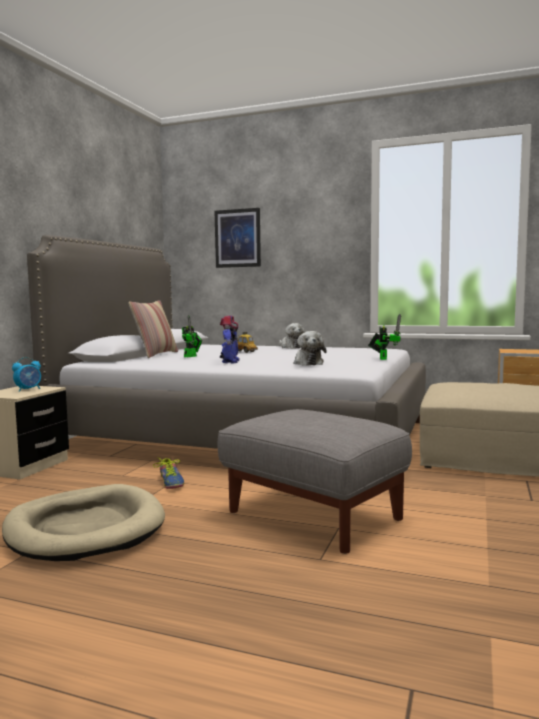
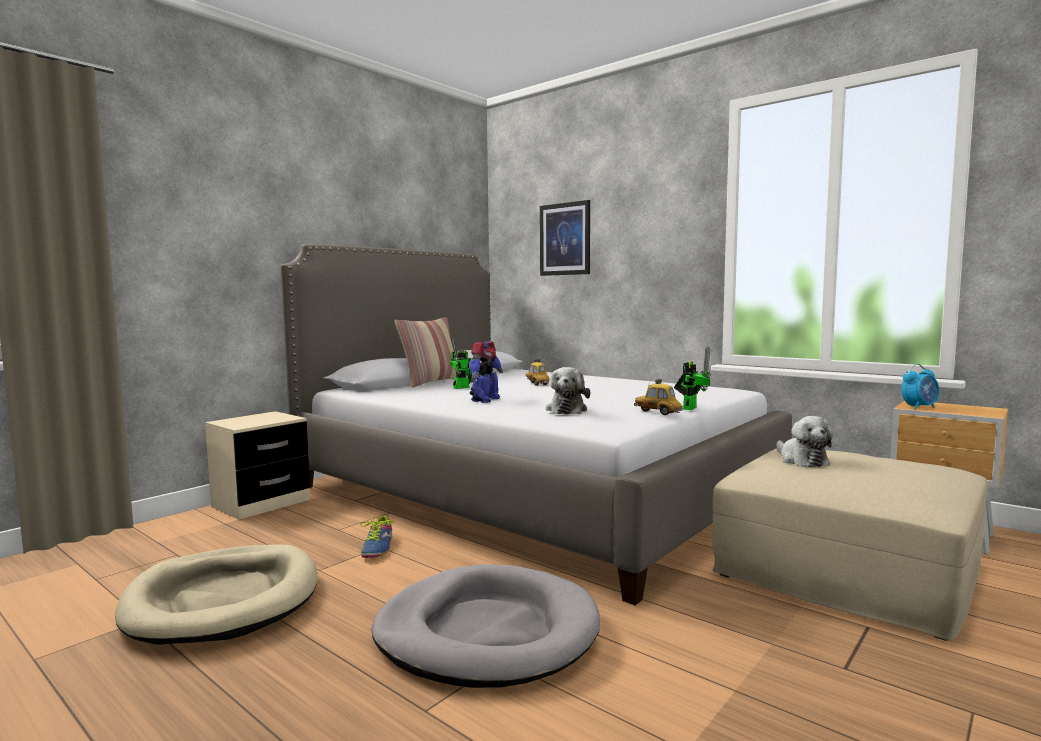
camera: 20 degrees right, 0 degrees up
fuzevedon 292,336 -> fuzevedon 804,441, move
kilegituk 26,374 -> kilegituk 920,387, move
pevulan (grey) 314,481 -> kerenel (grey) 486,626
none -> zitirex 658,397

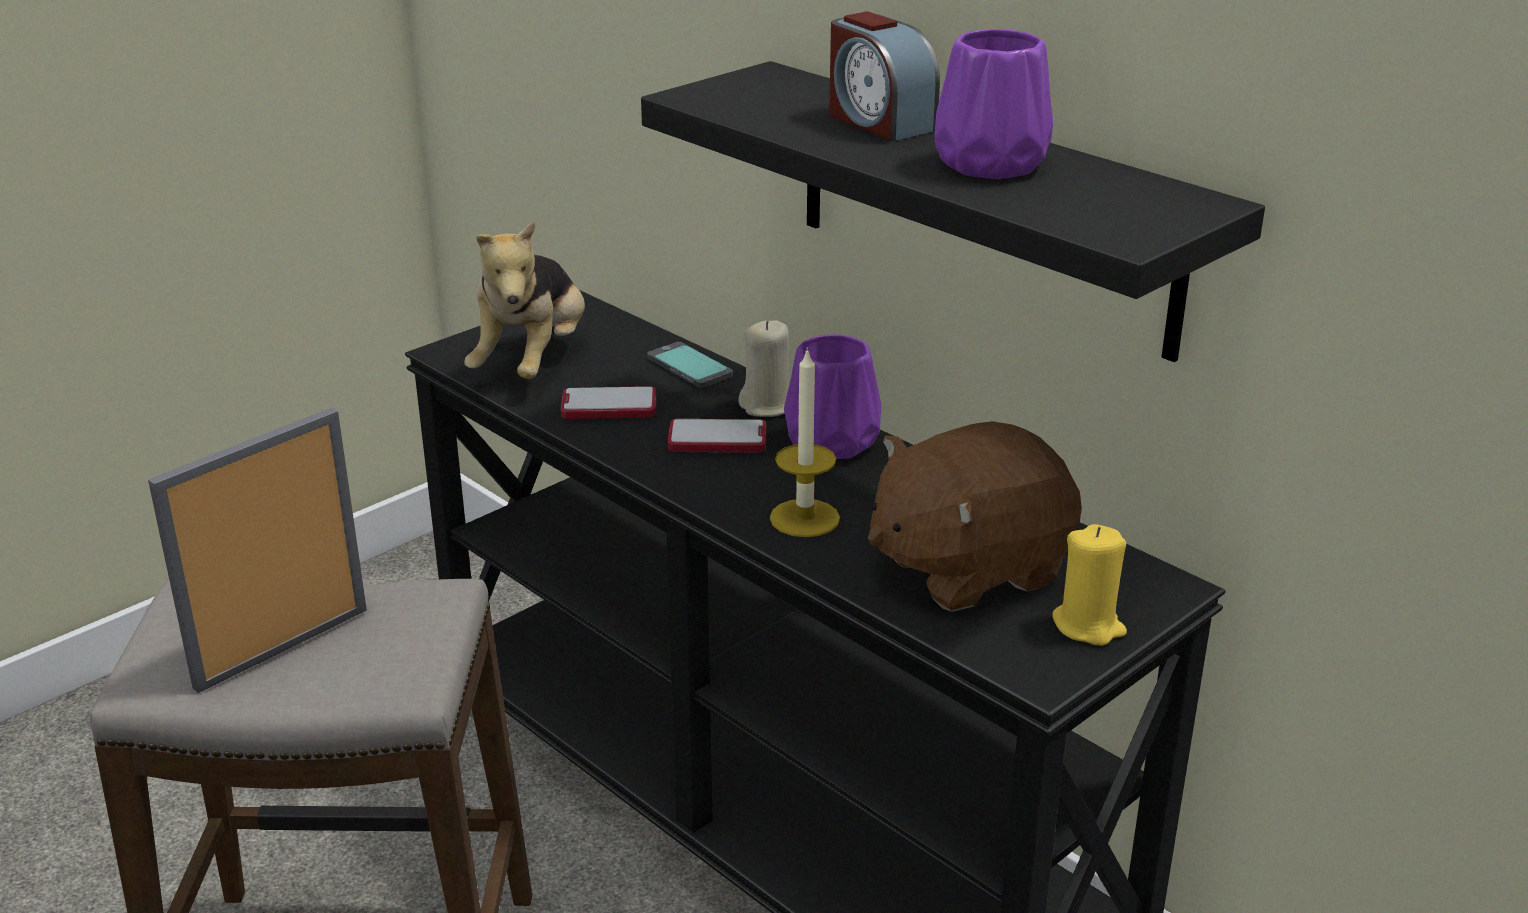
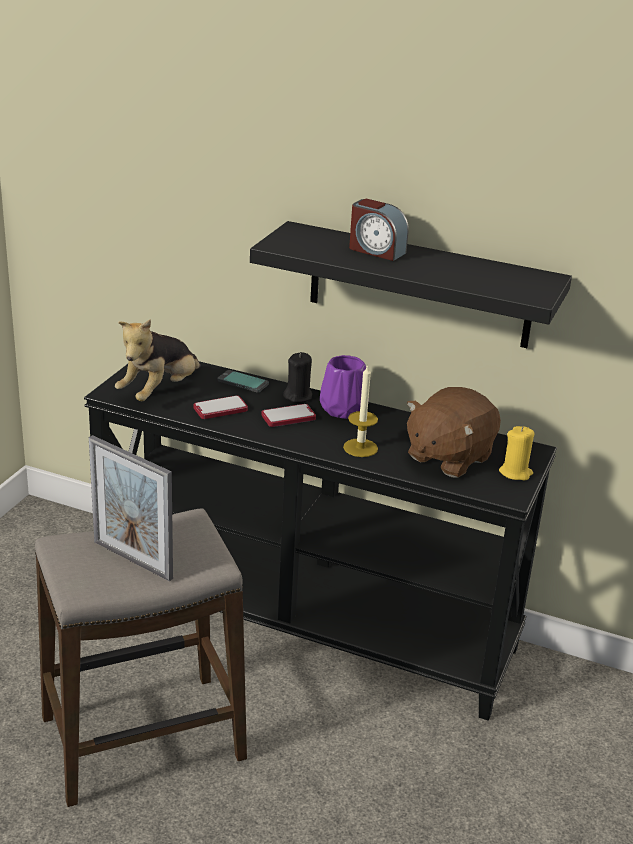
camera: 25 degrees left, 0 degrees up
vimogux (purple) 994,104 -> none
fuzevedon 524,299 -> fuzevedon 158,360, 45 degrees clockwise
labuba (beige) 763,368 -> labuba (black) 297,377
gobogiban 257,550 -> gobogiban 131,508, 75 degrees counterclockwise

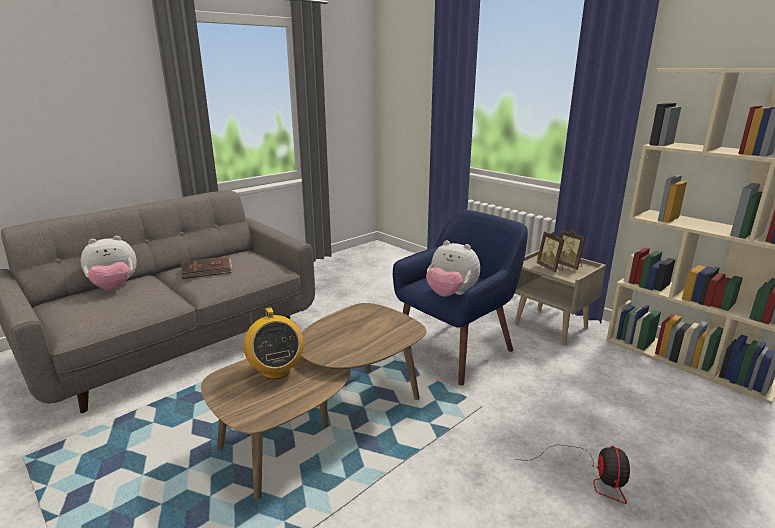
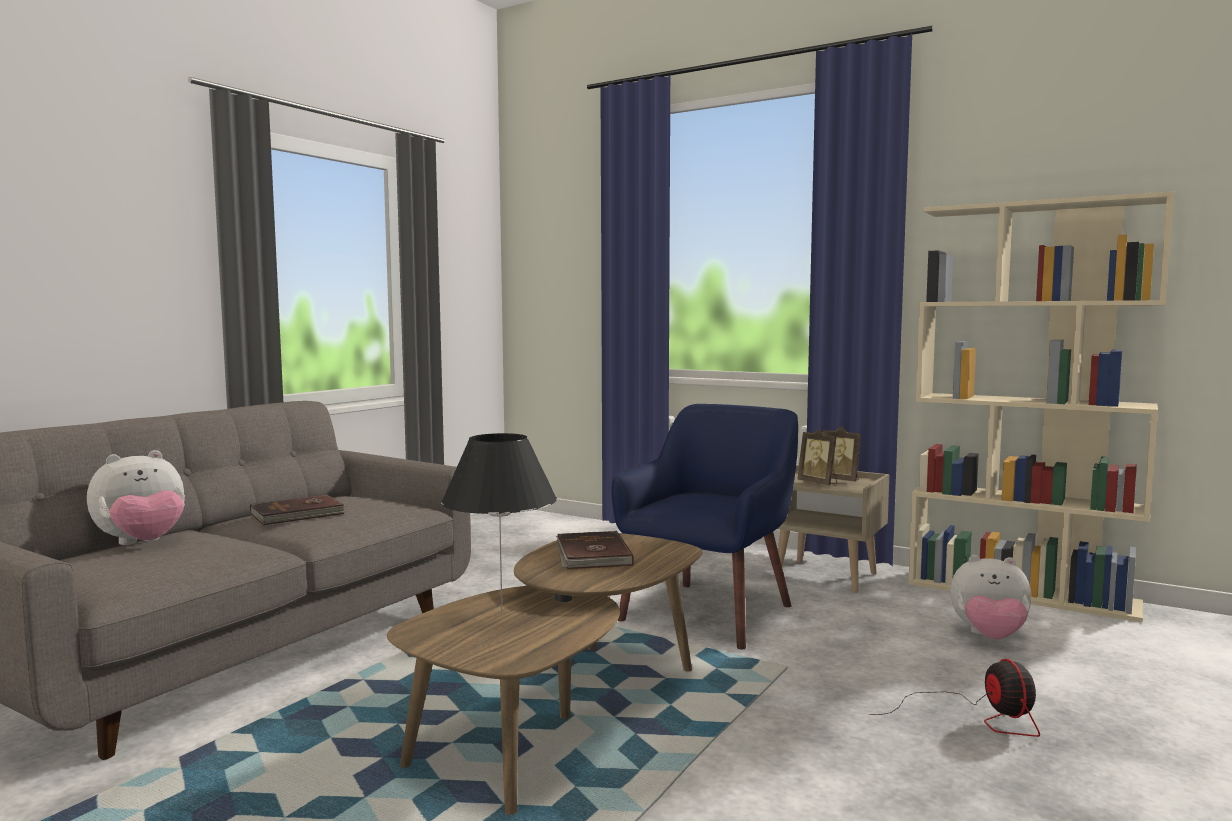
camera: 15 degrees left, 15 degrees down
fuzevedon 453,268 -> fuzevedon 990,597, move
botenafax 273,343 -> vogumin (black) 499,523
none -> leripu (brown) 595,550

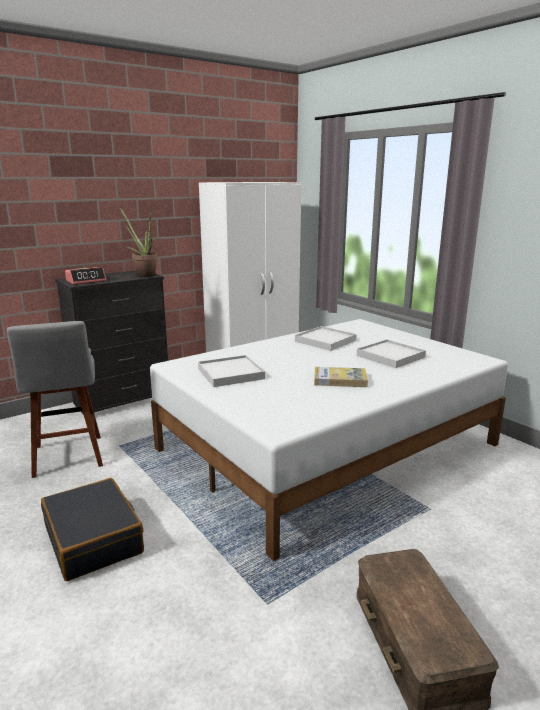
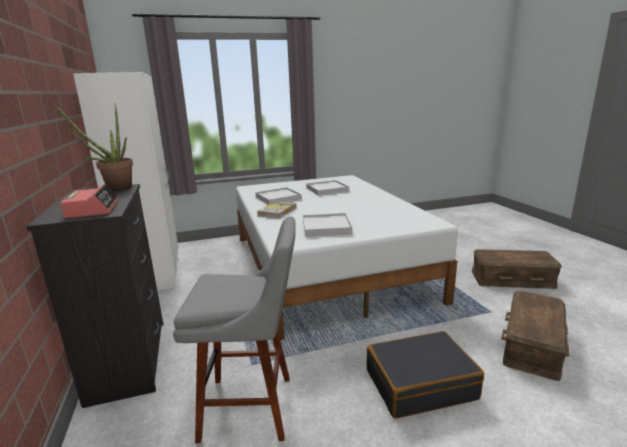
camera: 70 degrees left, 0 degrees up
leripu 341,377 -> leripu 277,210, move
none -> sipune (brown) 535,336

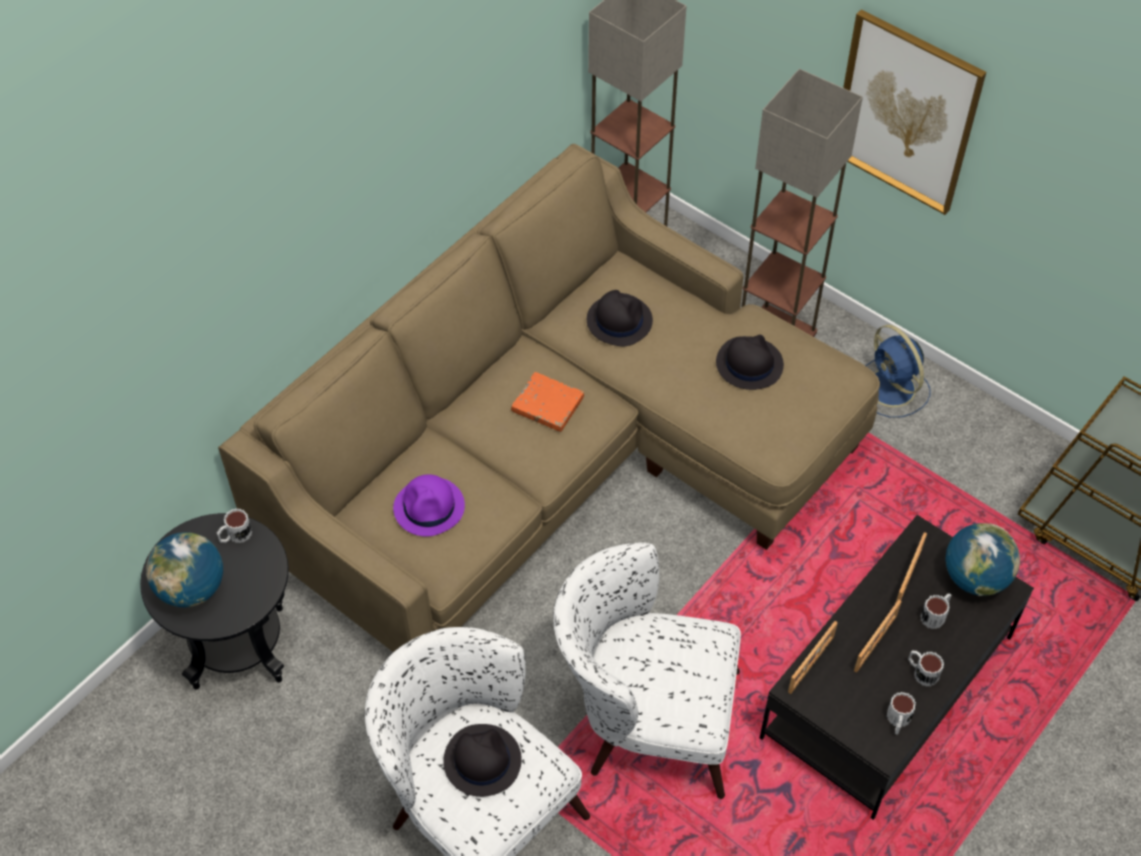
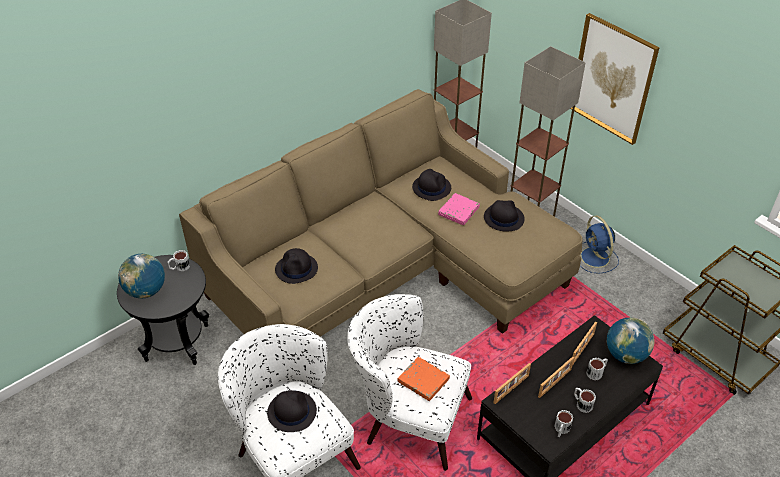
camera: 10 degrees right, 10 degrees down
leripu (orange) 547,402 -> leripu (orange) 423,379, move
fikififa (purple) 429,505 -> fikififa (black) 296,266
none -> leripu (pink) 459,209

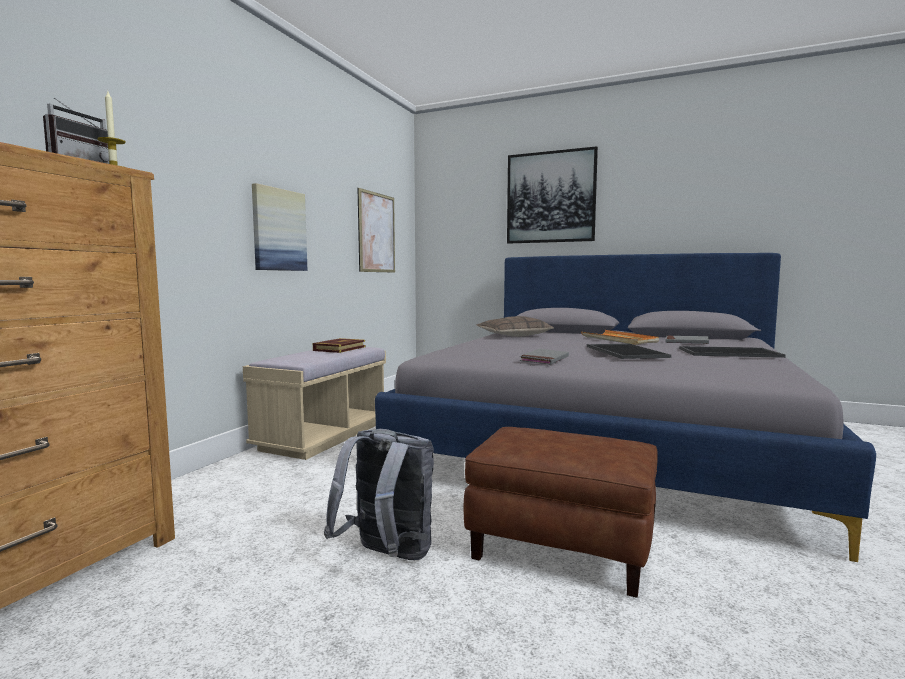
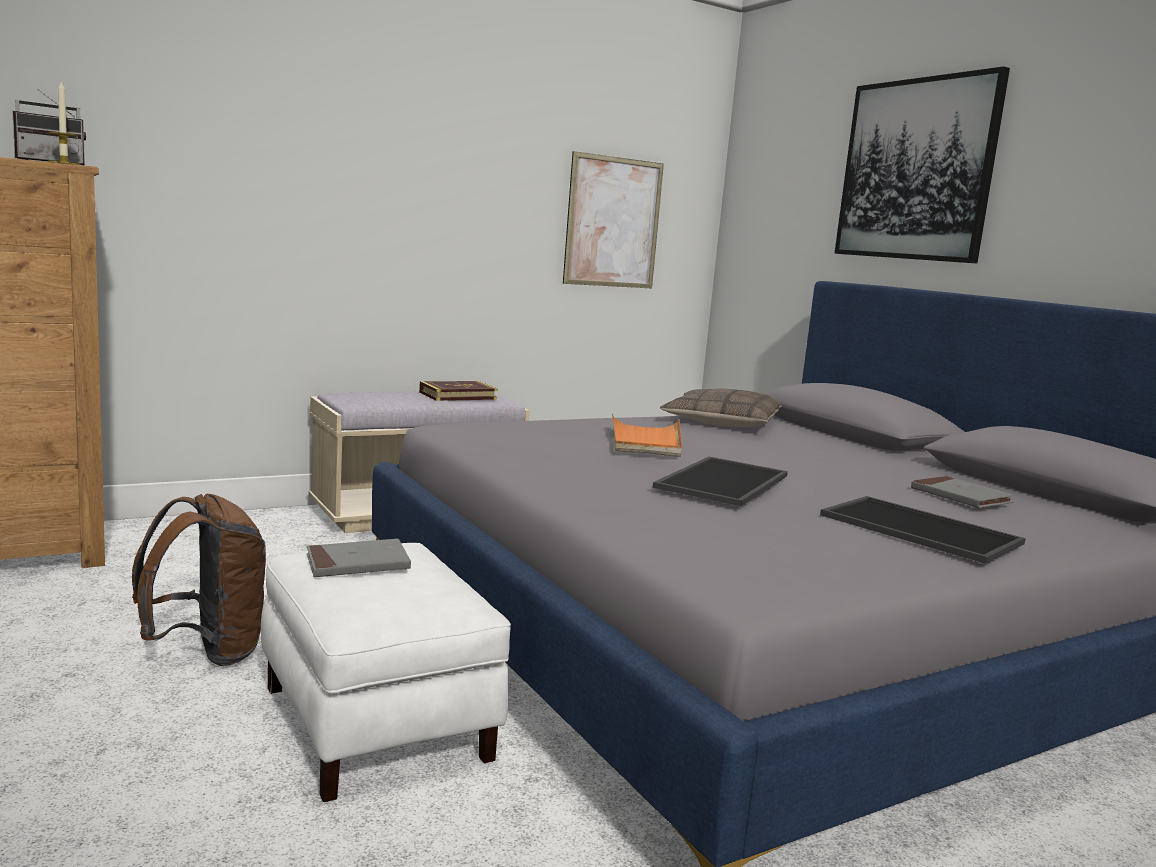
camera: 35 degrees right, 5 degrees up
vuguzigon 279,227 -> none
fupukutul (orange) 620,337 -> fupukutul (orange) 647,435, move
leripu (grey) 544,357 -> leripu (grey) 359,558, move
pevulan (brown) 561,512 -> pevulan (white) 386,672
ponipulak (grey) 379,494 -> ponipulak (brown) 199,580

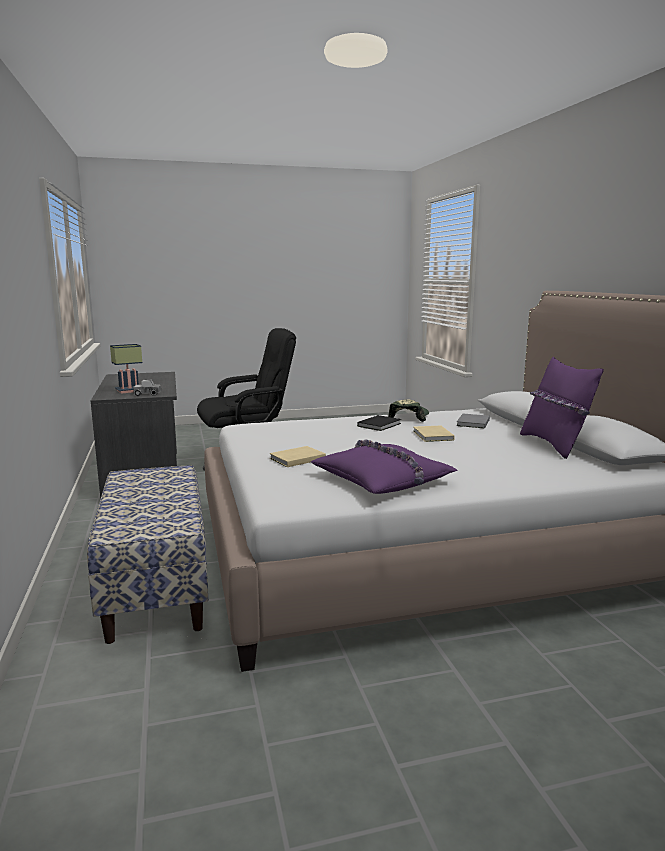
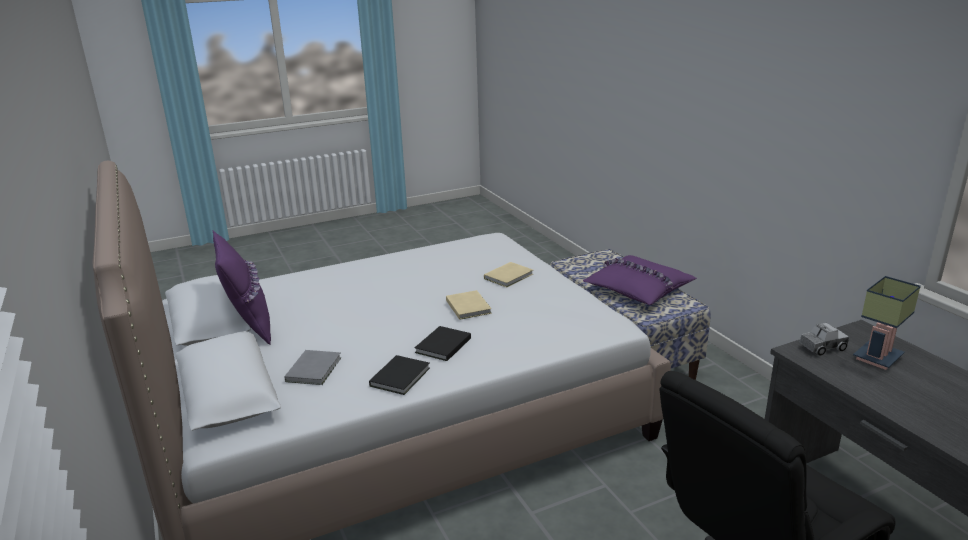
camera: 170 degrees right, 10 degrees up
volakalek 408,410 -> leripu (black) 399,375
leripu (beige) 434,434 -> leripu (beige) 469,305, move
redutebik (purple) 384,466 -> redutebik (purple) 640,280, move

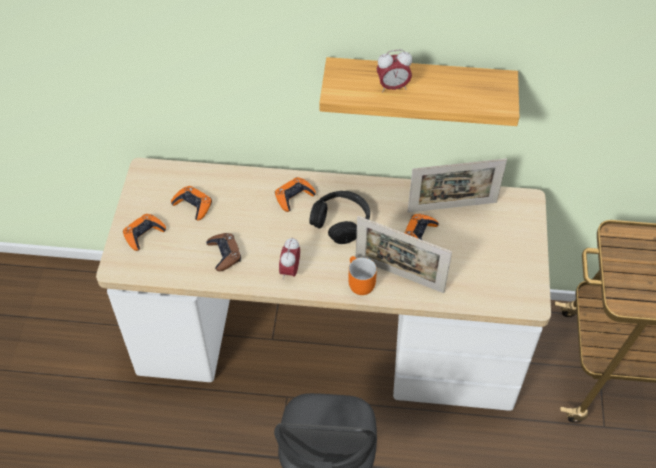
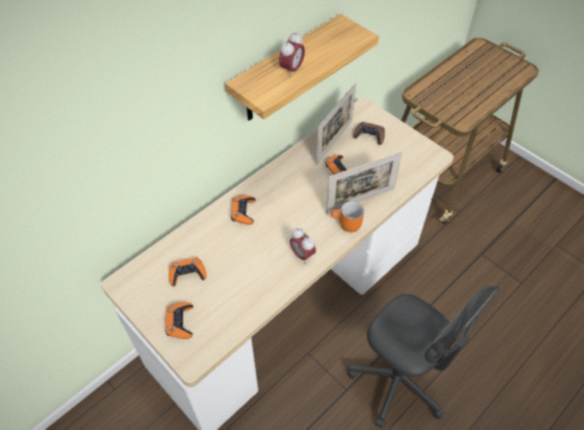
camera: 50 degrees left, 0 degrees up
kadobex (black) 339,217 -> none
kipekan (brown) 223,252 -> kipekan (brown) 369,133, move

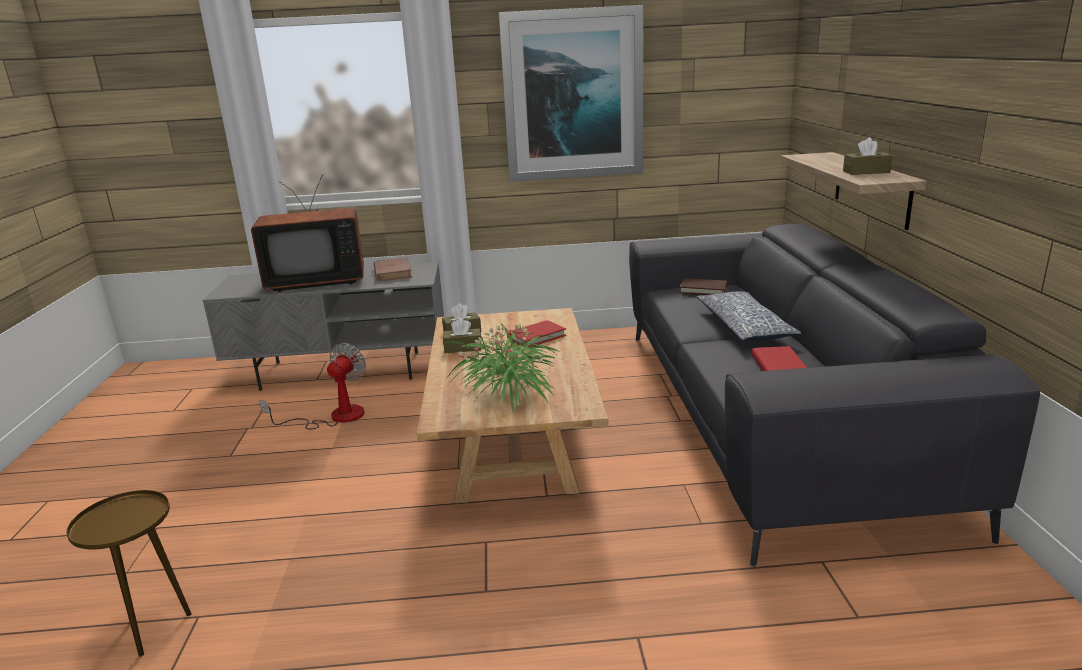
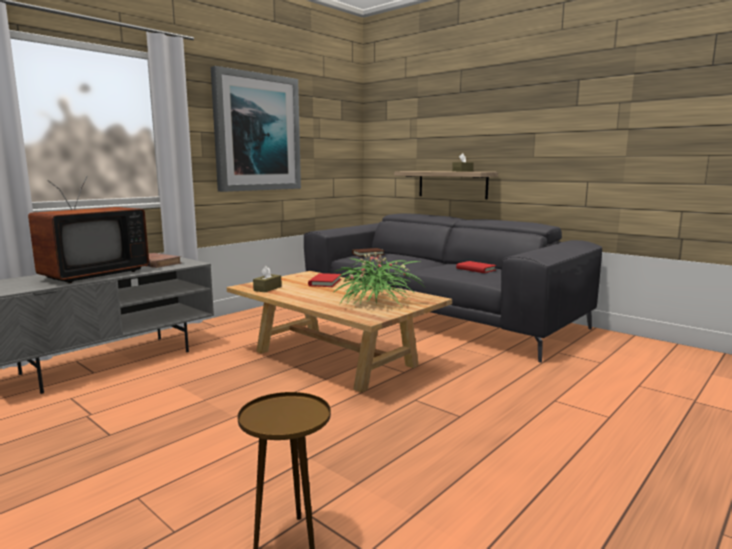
camera: 45 degrees left, 10 degrees down
redutebik 748,316 -> none
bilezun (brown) 462,335 -> none
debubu 312,386 -> none

